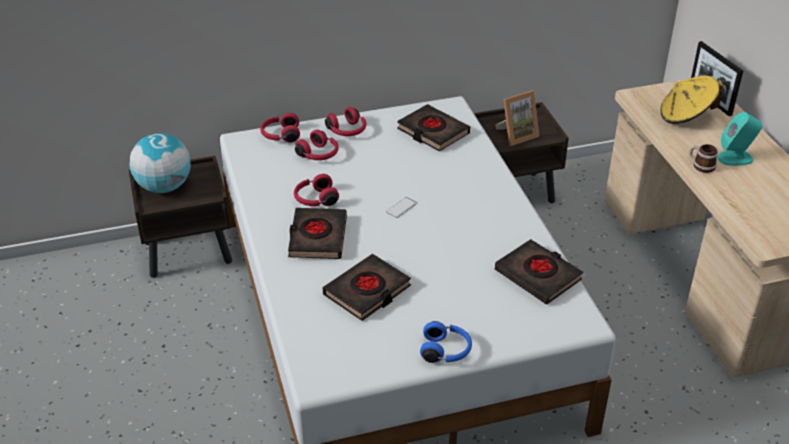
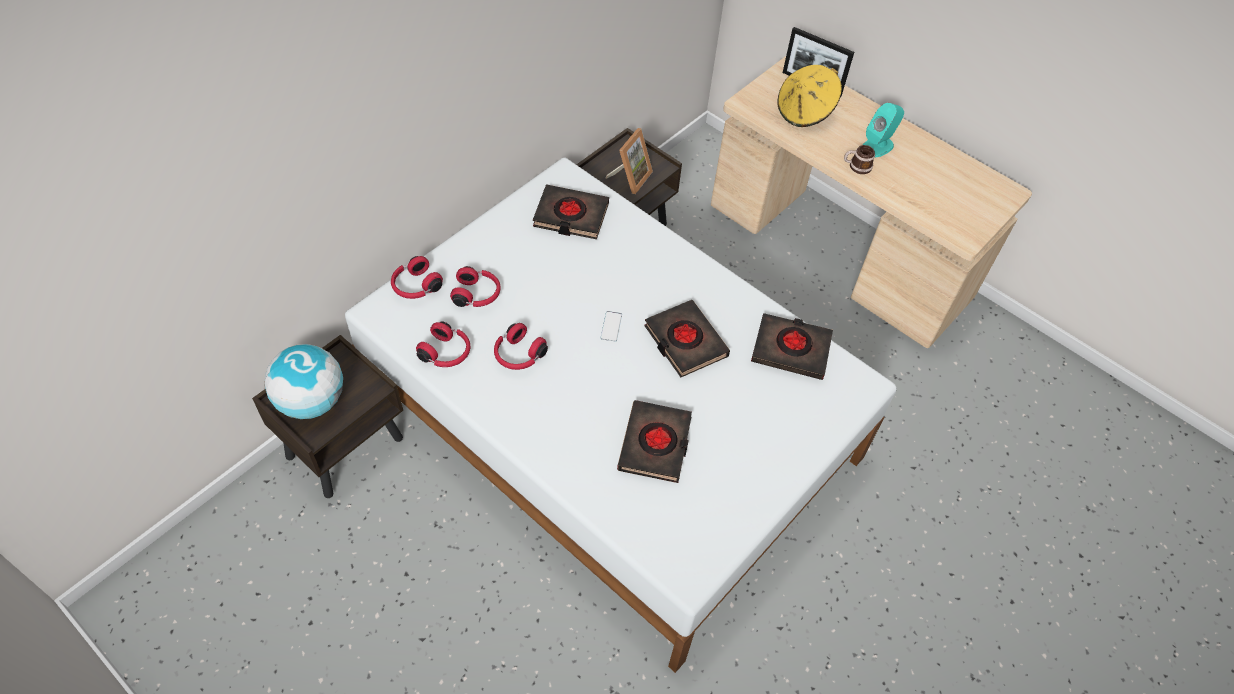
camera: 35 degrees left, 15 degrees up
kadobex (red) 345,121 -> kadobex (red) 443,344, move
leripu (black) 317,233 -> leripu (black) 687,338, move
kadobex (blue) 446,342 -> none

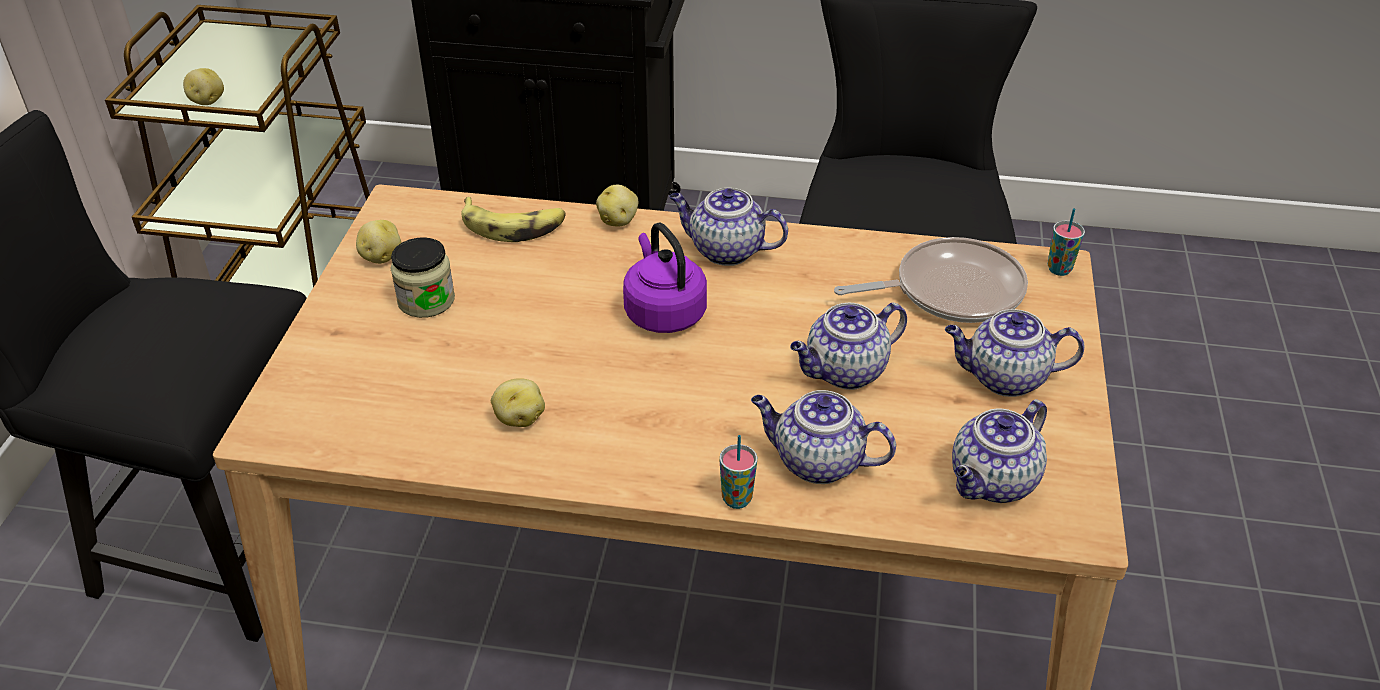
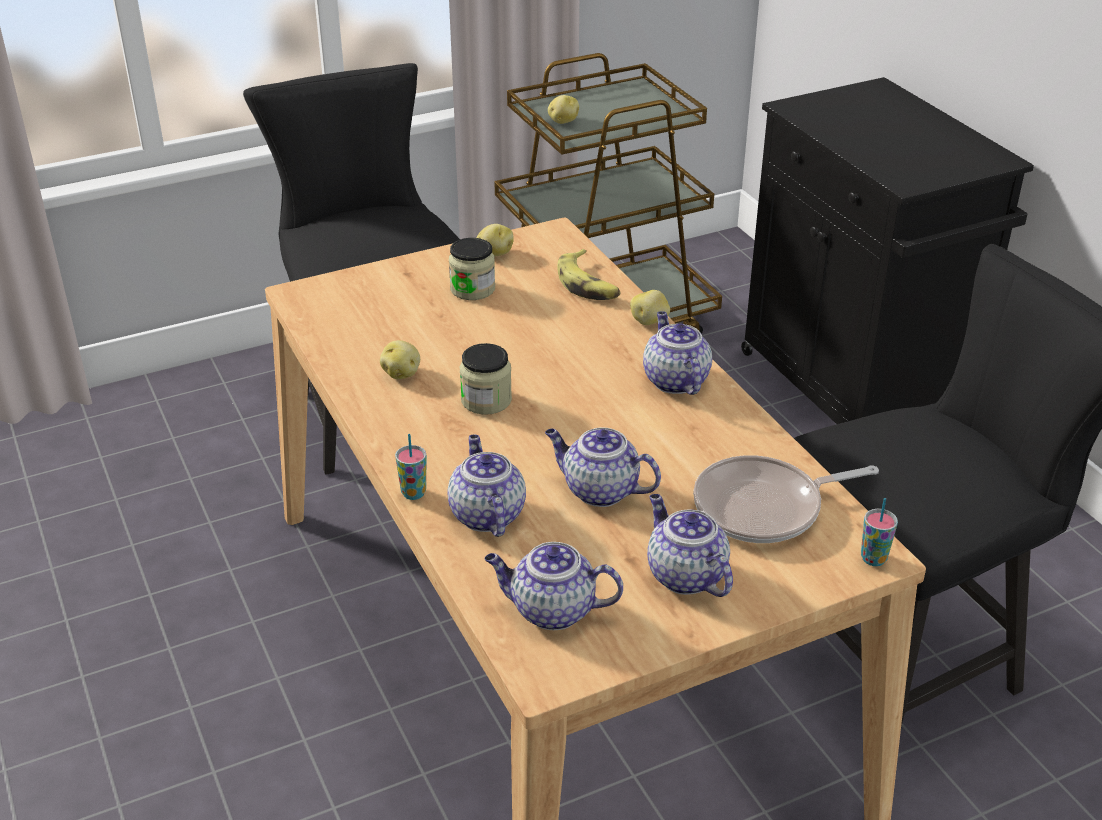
camera: 55 degrees right, 5 degrees down
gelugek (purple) 665,277 -> none
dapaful 931,280 -> dapaful 786,499, 120 degrees clockwise
none -> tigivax 486,379

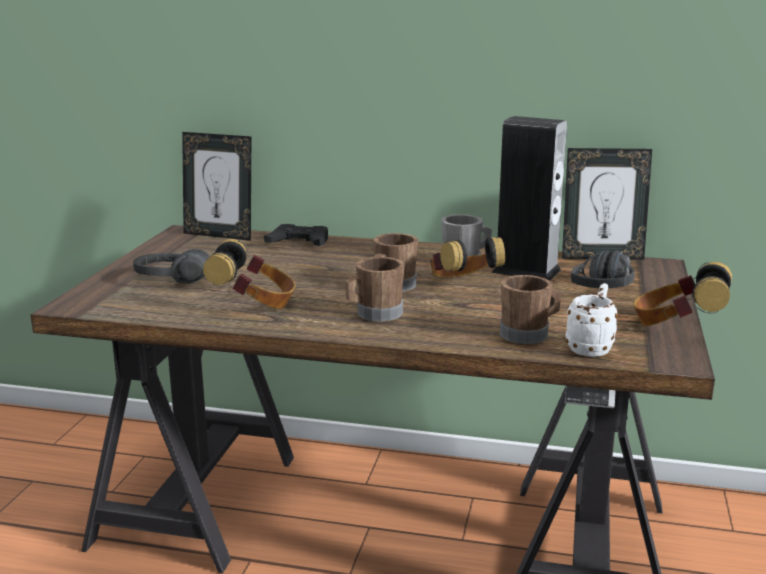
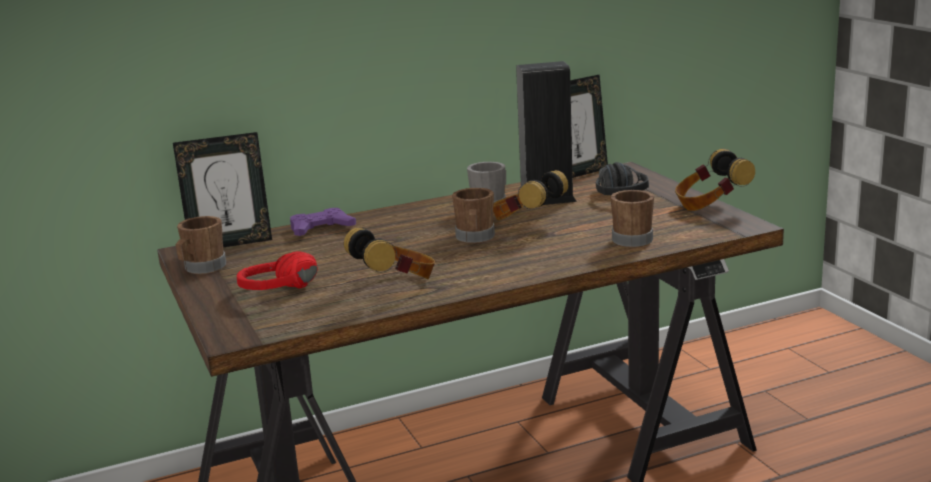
camera: 35 degrees left, 0 degrees up
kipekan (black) 296,235 -> kipekan (purple) 323,222
kadobex (black) 171,266 -> kadobex (red) 277,270
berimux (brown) 375,289 -> berimux (brown) 200,245, move
berimux (white) 591,320 -> none

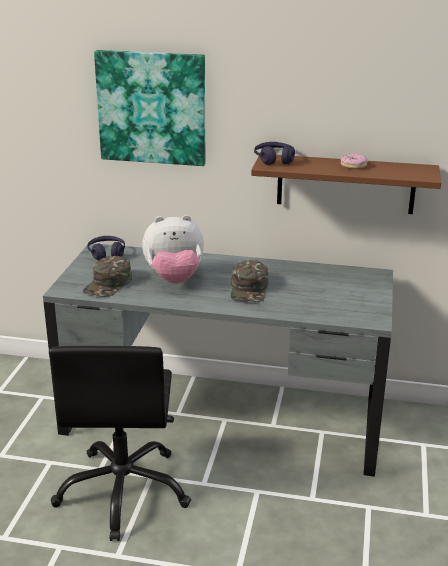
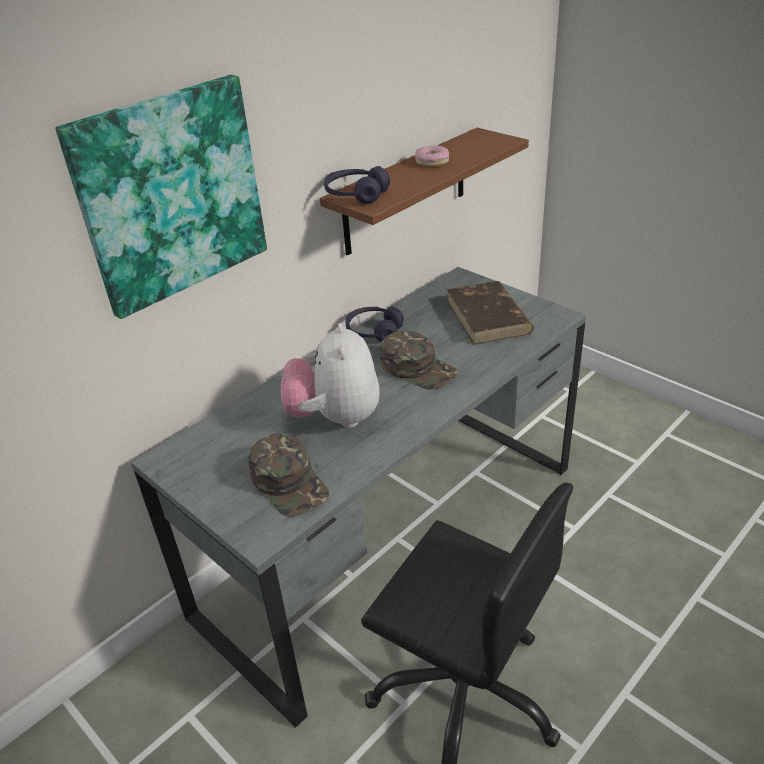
camera: 55 degrees left, 10 degrees up
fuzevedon 173,249 -> fuzevedon 330,375, 150 degrees clockwise
kadobex (purple) 106,248 -> kadobex (purple) 375,324, move
none -> leripu (brown) 490,313

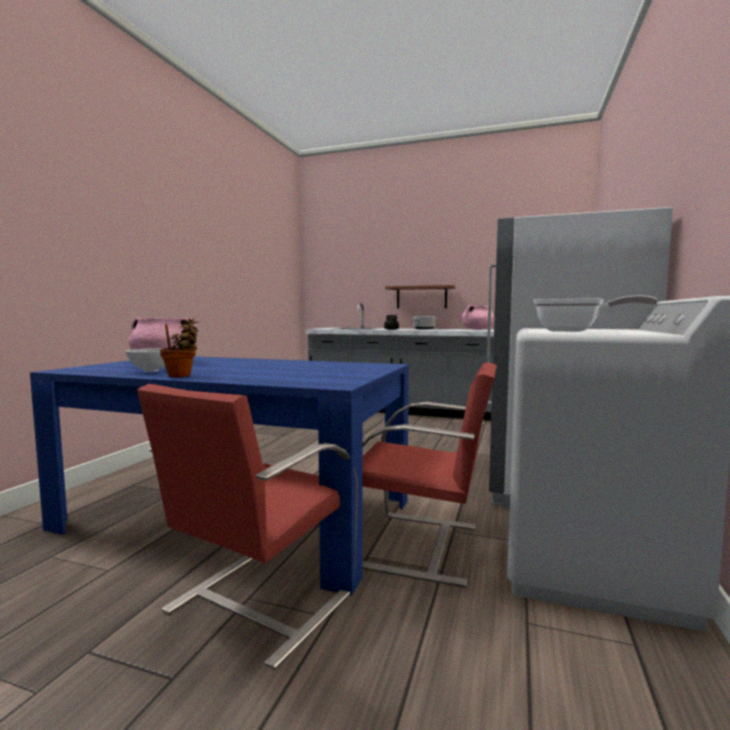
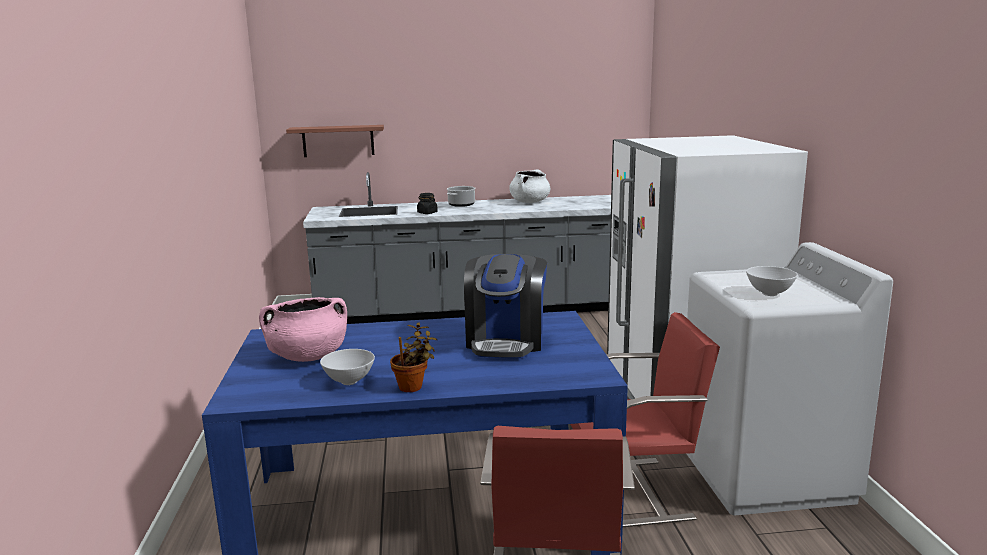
camera: 25 degrees left, 10 degrees up
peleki 420,297 -> peleki 335,141, move
dapaful 595,313 -> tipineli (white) 772,281
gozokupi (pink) 477,317 -> gozokupi (white) 529,186
none -> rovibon 505,306

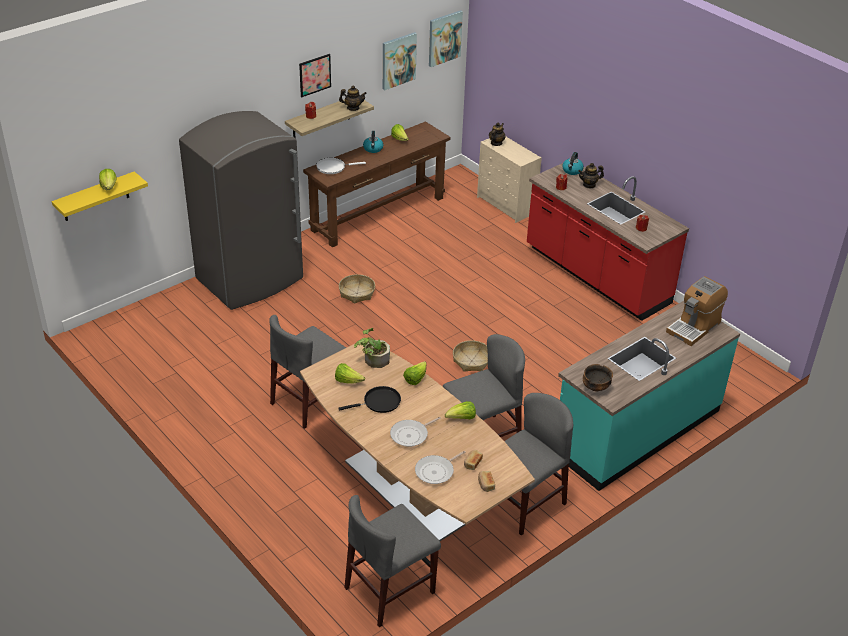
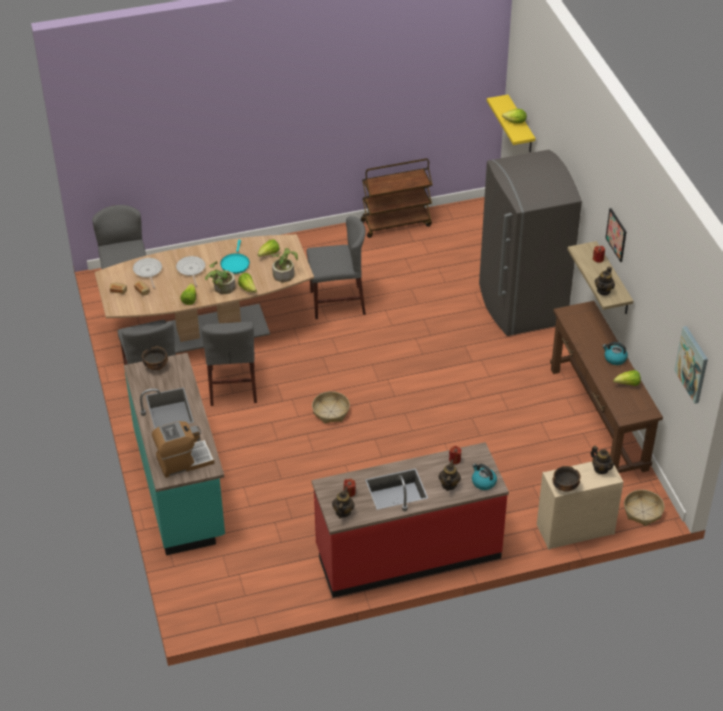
camera: 115 degrees right, 5 degrees up
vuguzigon 400,61 -> none
dapaful (white) 341,166 -> none
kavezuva 357,289 -> kavezuva 644,508, move
rovibon 697,311 -> rovibon 183,449, 90 degrees clockwise
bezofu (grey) 307,372 -> bezofu (grey) 336,267, 105 degrees clockwise
dapaful (black) 369,399 -> dapaful (turquoise) 235,257
none -> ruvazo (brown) 396,198
none -> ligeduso 220,277
none -> tipineli 566,479
none -> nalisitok 343,502

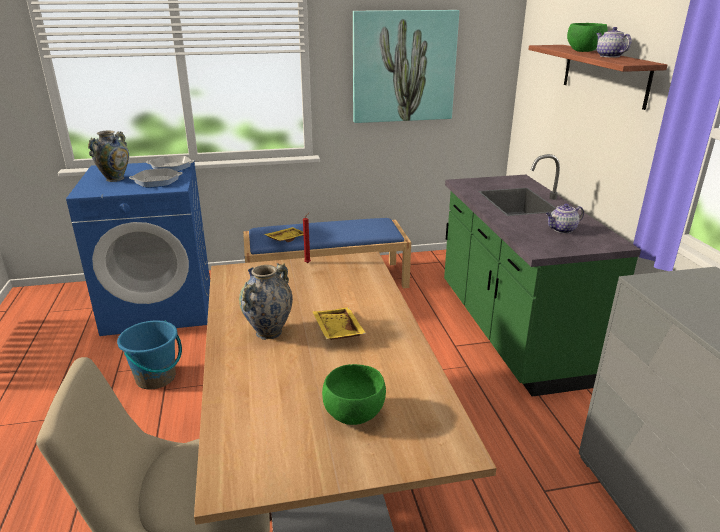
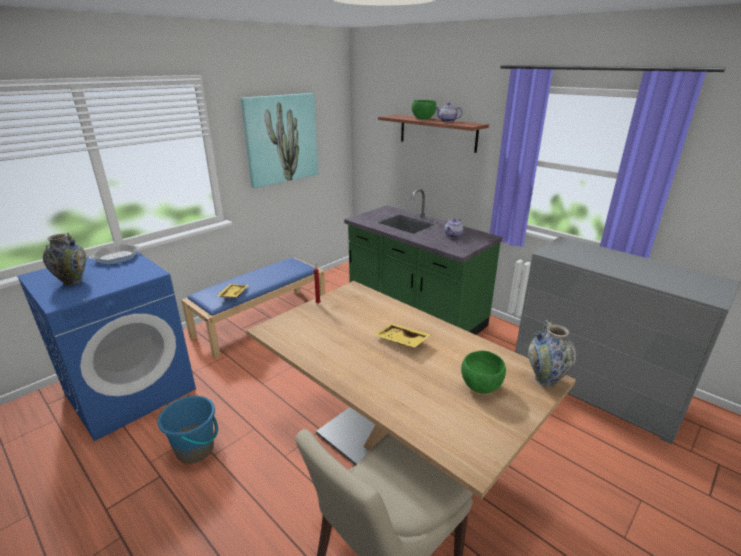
camera: 35 degrees left, 0 degrees up
dapaful 155,178 -> none
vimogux 266,301 -> vimogux 552,353, move

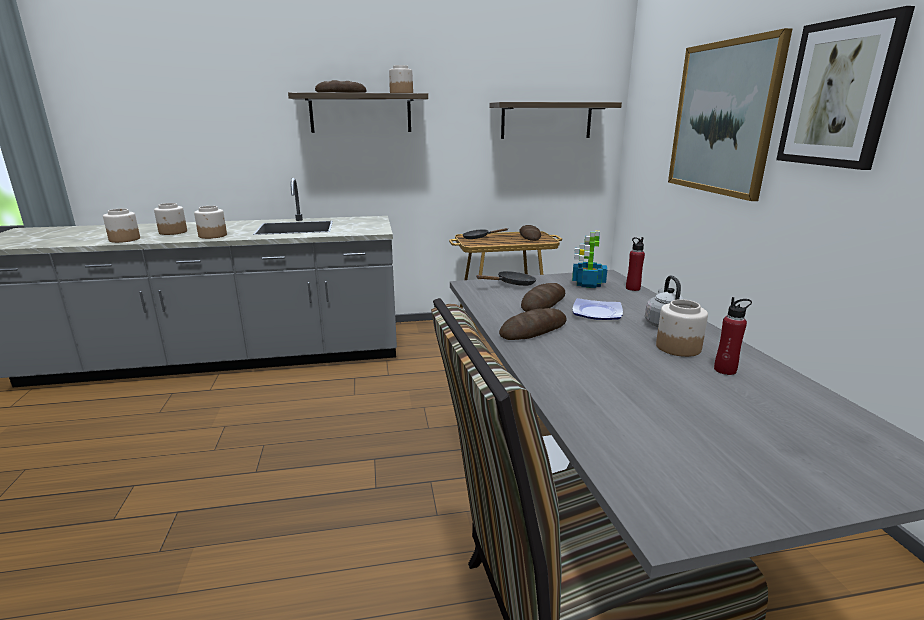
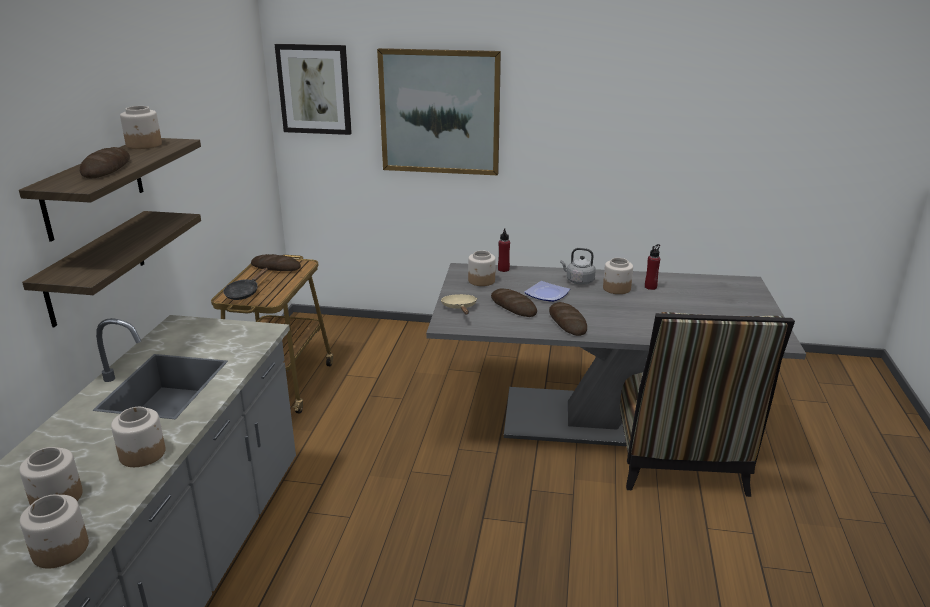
camera: 70 degrees left, 5 degrees up
vuguzigon 845,88 -> vuguzigon 313,89, move
peleki 555,120 -> peleki 111,269, move
ligeduso 589,259 -> tigivax 482,268
dapaful (black) 506,278 -> dapaful (beige) 459,304

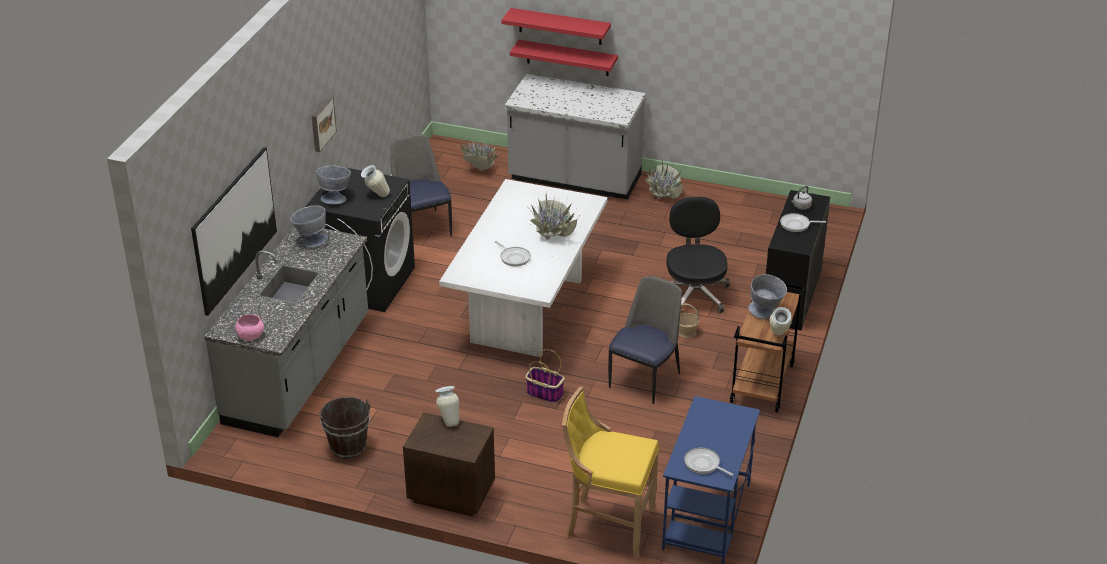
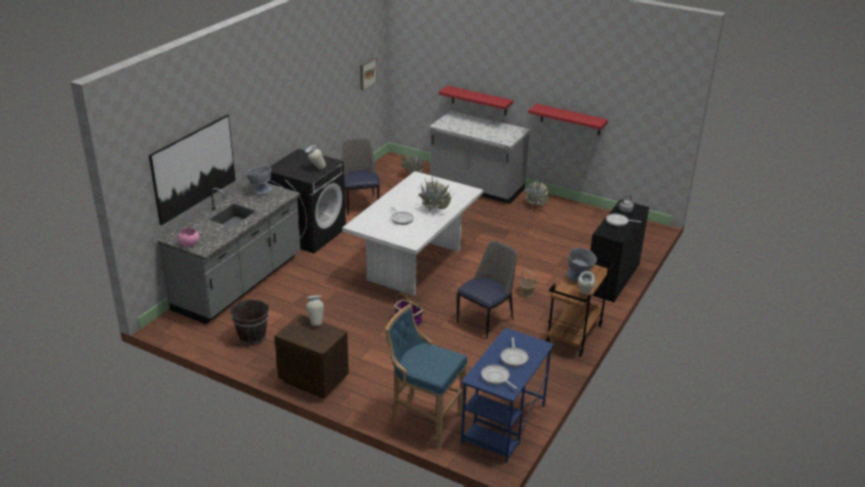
camera: 10 degrees right, 5 degrees down
peleki (red) 556,26 -> peleki (red) 568,119, move
vuguzigon 324,124 -> vuguzigon 368,74, move
tipineli (grey) 333,185 -> none
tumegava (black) 698,255 -> none
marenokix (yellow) 610,472 -> marenokix (blue) 426,376
none -> dapaful 514,352

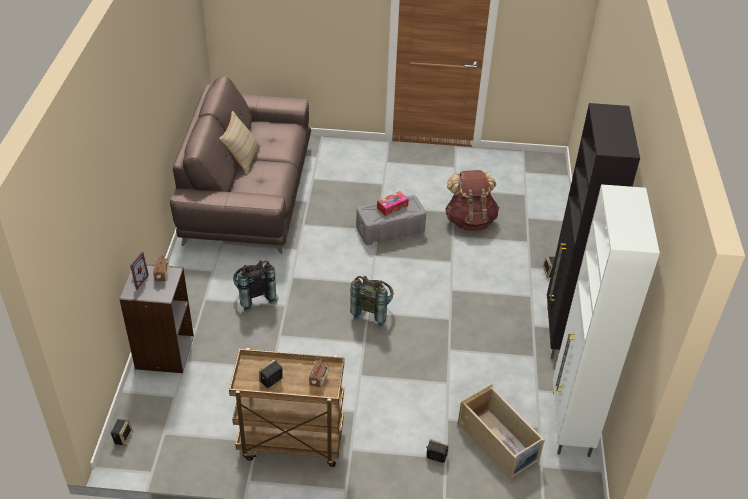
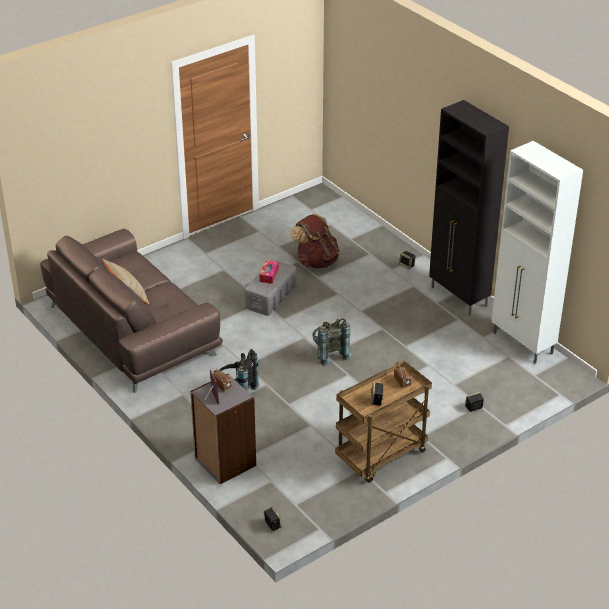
camera: 40 degrees left, 5 degrees down
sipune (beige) 501,432 -> none

